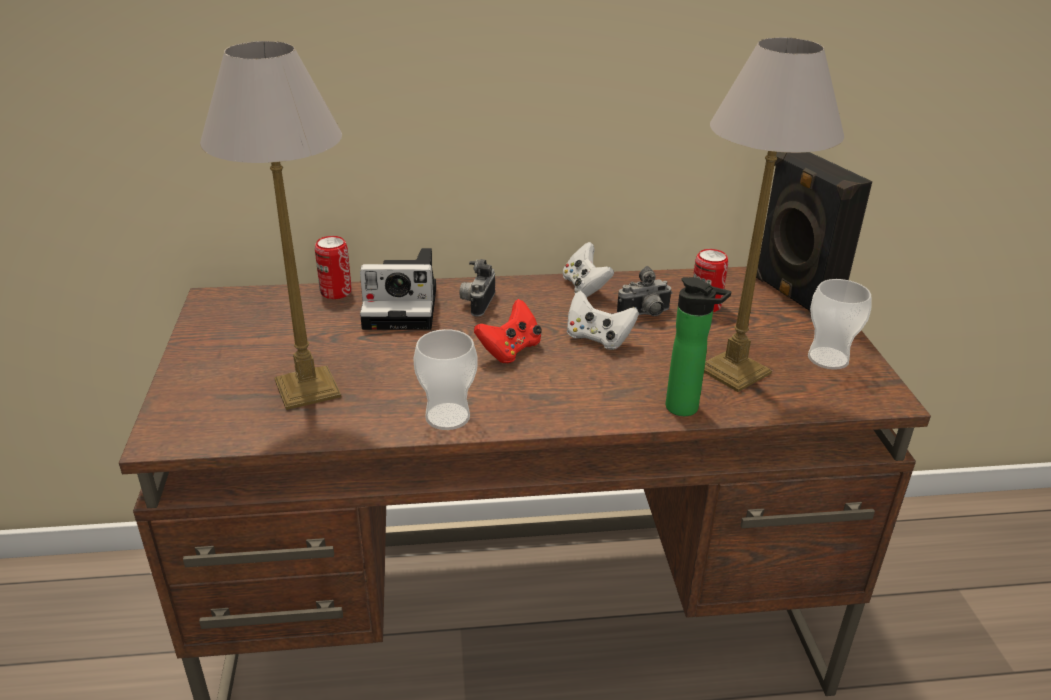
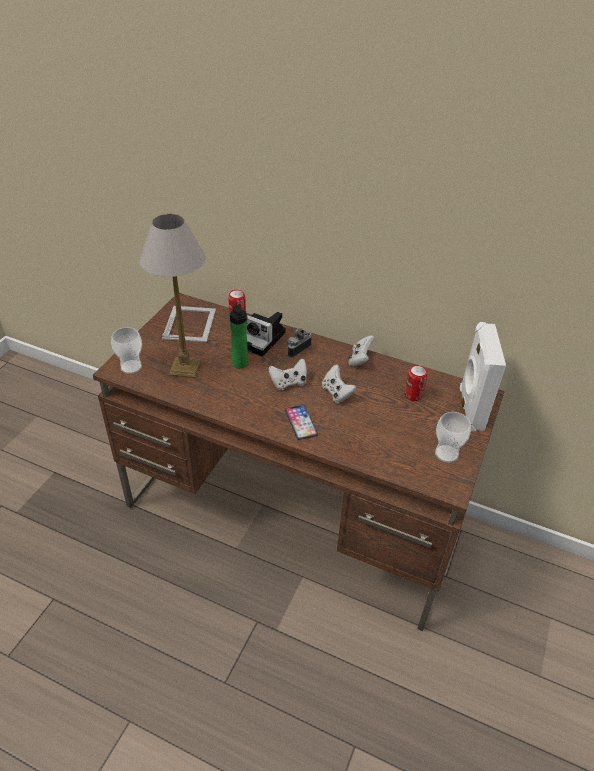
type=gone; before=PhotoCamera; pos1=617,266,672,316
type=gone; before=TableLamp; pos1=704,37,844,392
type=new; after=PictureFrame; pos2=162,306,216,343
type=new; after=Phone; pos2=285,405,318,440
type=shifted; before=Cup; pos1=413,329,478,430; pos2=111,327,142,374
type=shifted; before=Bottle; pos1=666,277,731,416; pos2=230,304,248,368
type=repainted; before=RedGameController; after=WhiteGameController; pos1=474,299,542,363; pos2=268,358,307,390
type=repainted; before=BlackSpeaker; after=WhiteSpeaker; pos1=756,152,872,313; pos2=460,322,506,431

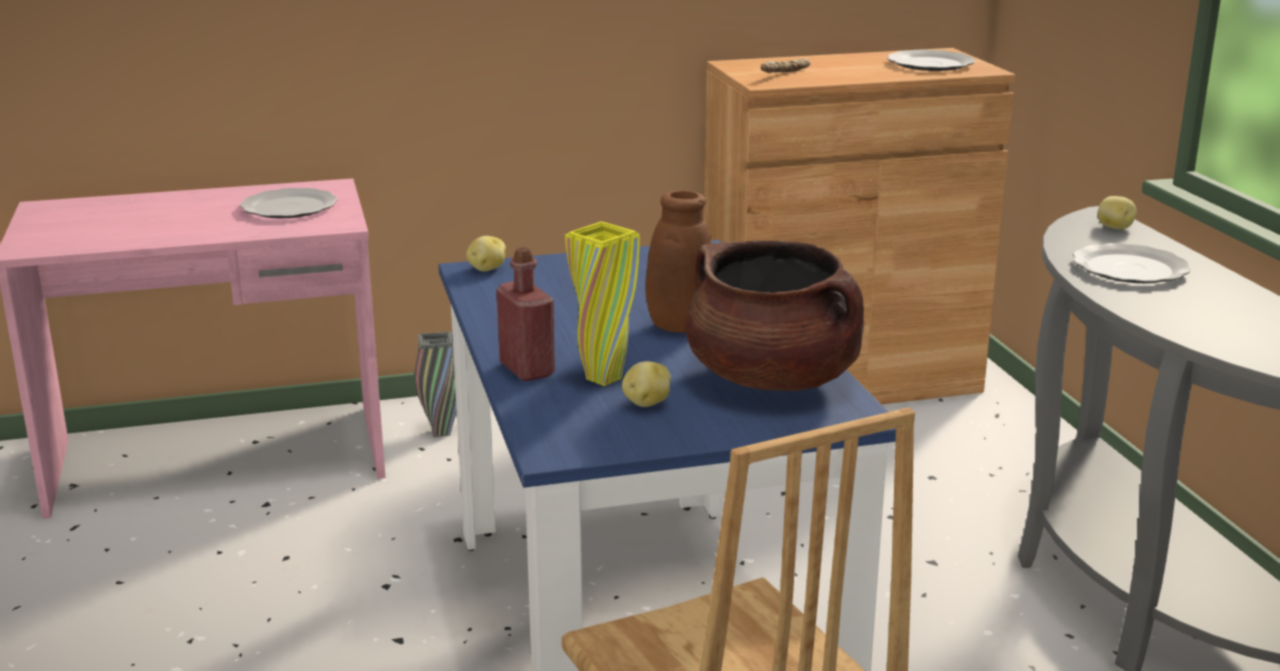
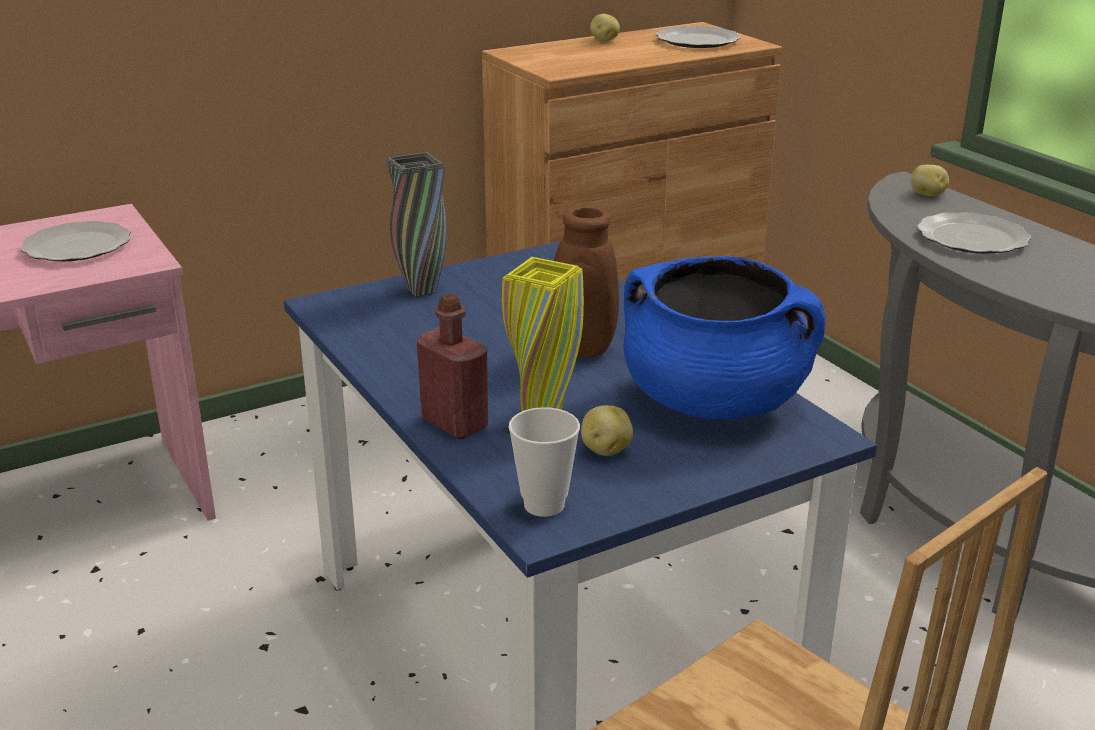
type=gone; before=Bread; pos1=761,58,811,73
type=new; after=Cup; pos2=508,407,580,517
type=shifted; before=GreyVase; pos1=414,332,457,437; pos2=386,152,447,297
type=shifted; before=Potato; pos1=466,236,506,271; pos2=590,14,620,42
type=repainted; before=BrownCookingPot; after=BlueCookingPot; pos1=685,240,864,391; pos2=623,256,826,419

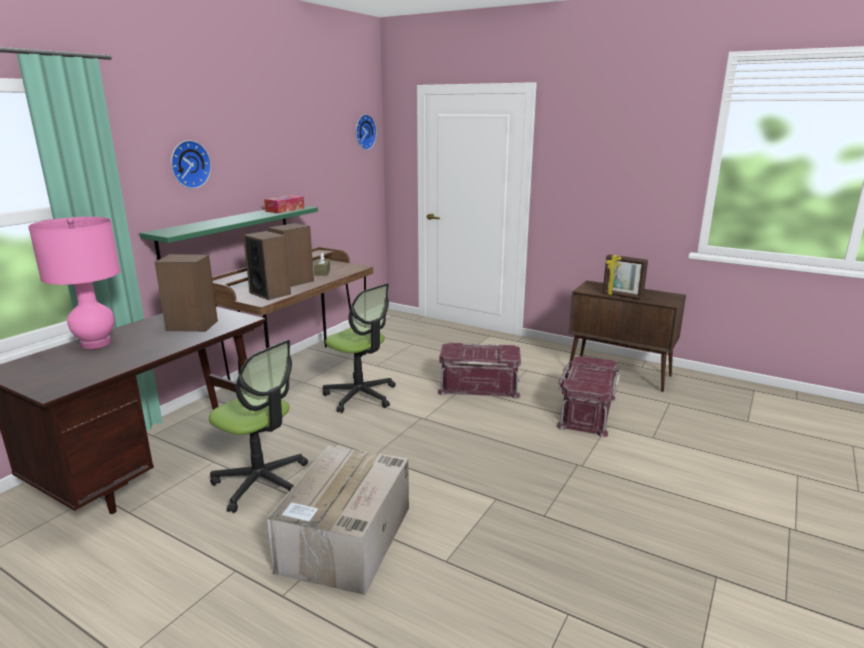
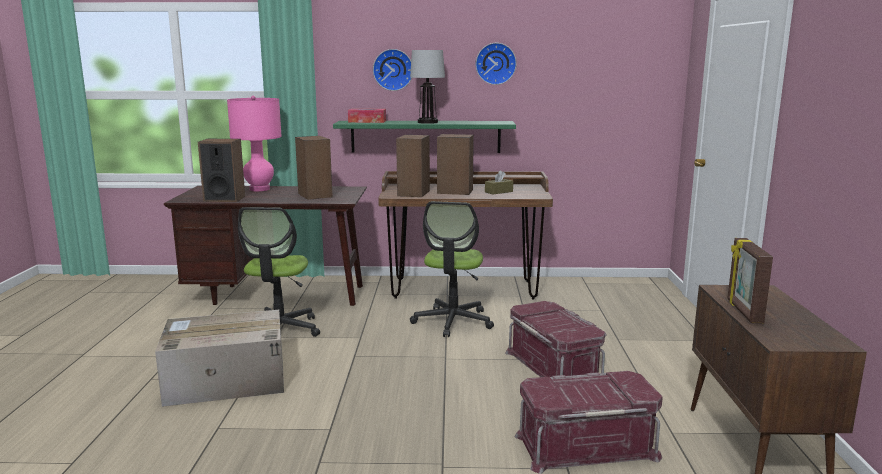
type=new; after=Speaker; pos2=198,139,245,202
type=new; after=TableLamp; pos2=410,50,445,124
type=shifted; before=TissueBox; pos1=264,195,304,213; pos2=348,109,386,123
type=shifted; before=WallClock; pos1=356,114,377,150; pos2=476,43,517,85

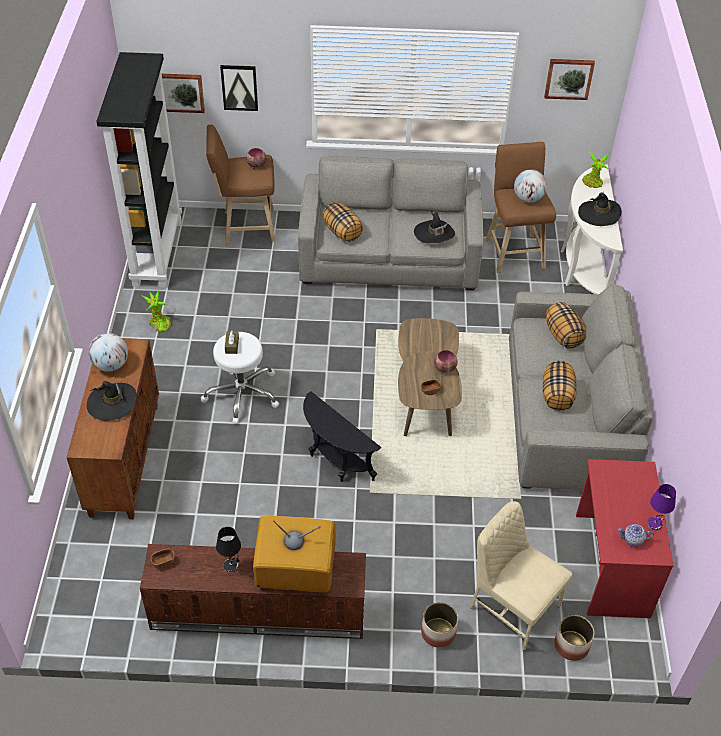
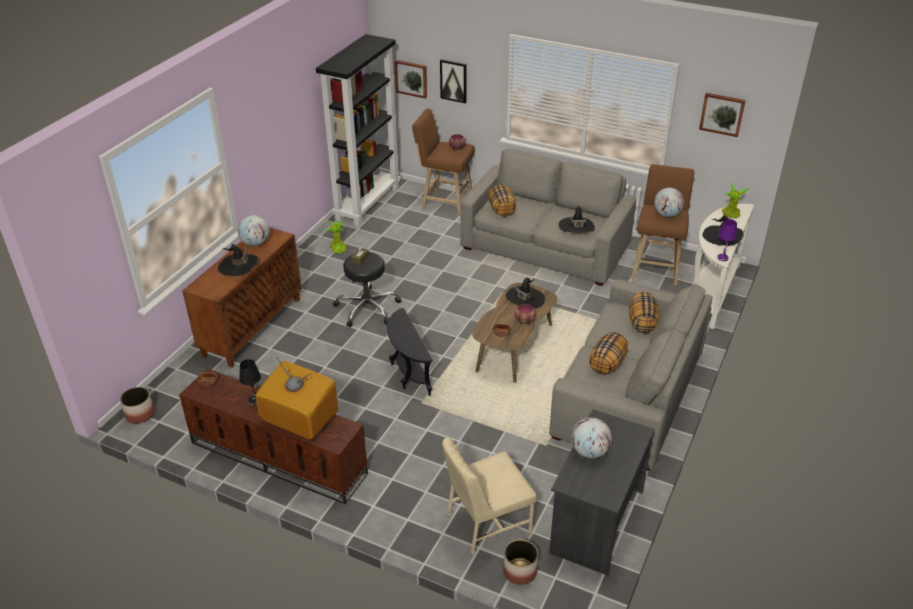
type=gone; before=Teapot; pos1=618,524,654,547
type=new; after=BlackHat; pos2=506,278,545,309
type=new; after=Globe; pos2=571,417,612,458
type=shifted; before=Planter; pos1=421,602,458,648; pos2=120,387,154,424
type=shifted; before=PurpleTableLamp; pos1=647,484,676,530; pos2=717,219,737,261
type=repainted; before=WhiteStool; after=BlackStool; pos1=201,332,279,424; pos2=333,252,401,327
type=repainted; before=RedDesk; after=GreyDesk; pos1=576,459,673,618; pos2=549,409,655,576
type=rotated; before=BeigeChair; pos1=469,501,572,651; pos2=442,437,537,556; turn=-90

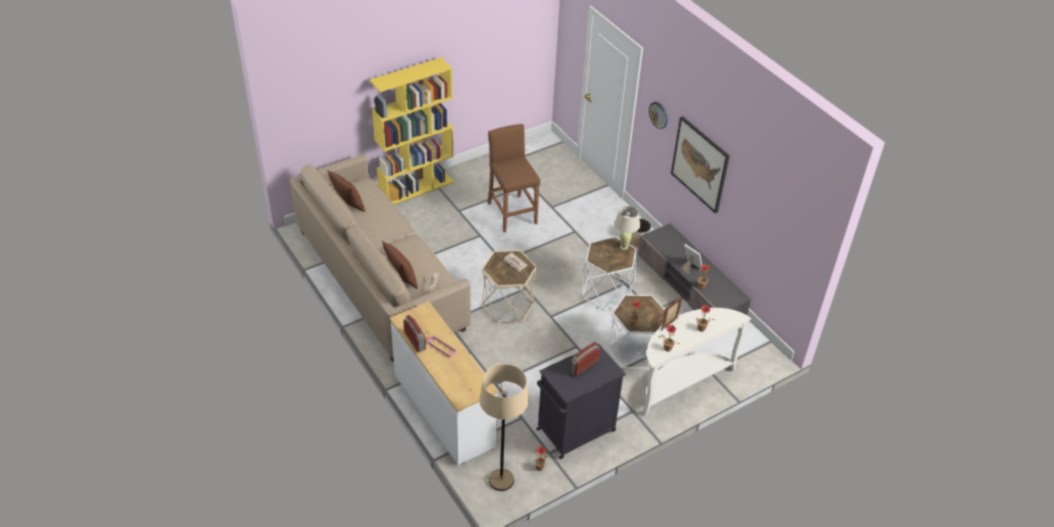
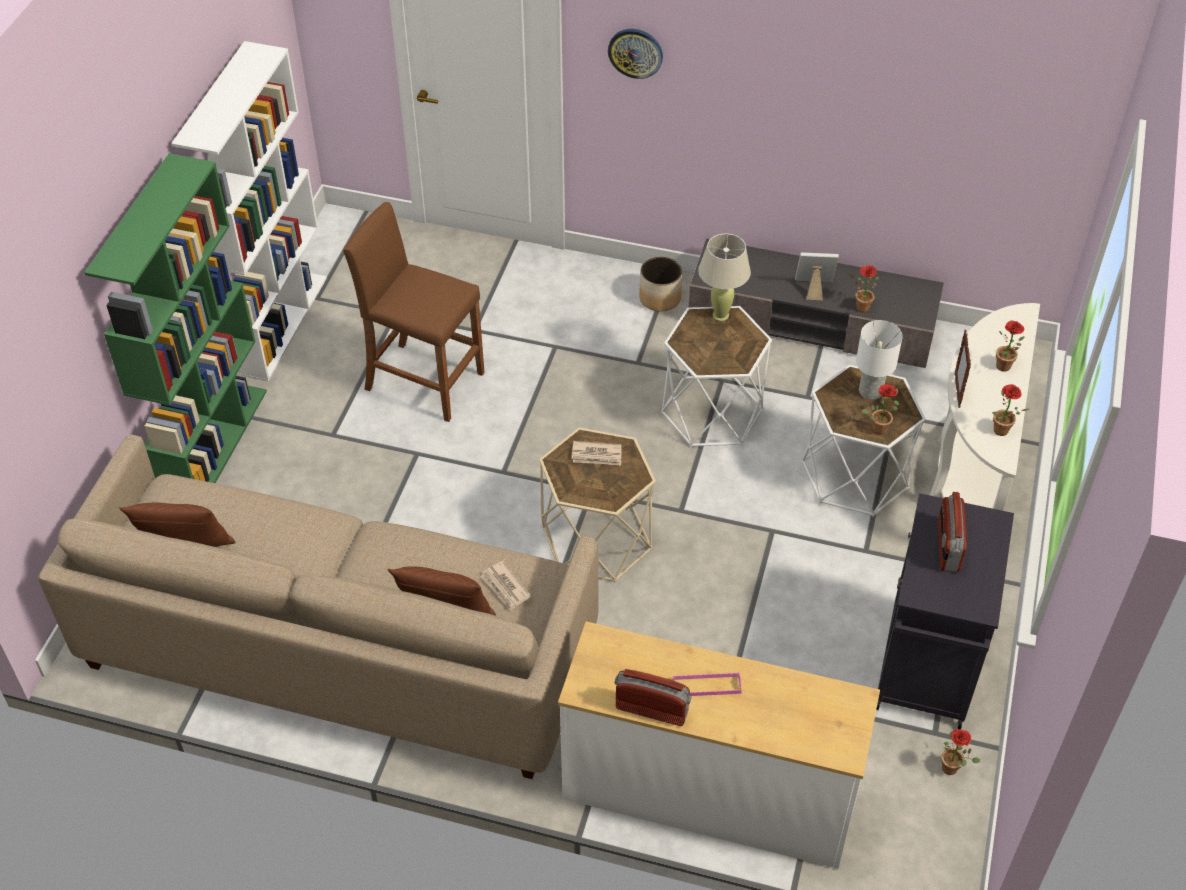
type=gone; before=BeigeFloorLamp; pos1=479,364,529,491
type=gone; before=Picture; pos1=671,116,730,213
type=new; after=WhiteBookcase; pos2=171,41,327,382
type=new; after=WhiteTableLamp; pos2=856,320,903,400
type=repainted; before=YellowBookcase; after=GreenBookcase; pos1=370,57,454,205; pos2=84,153,267,483

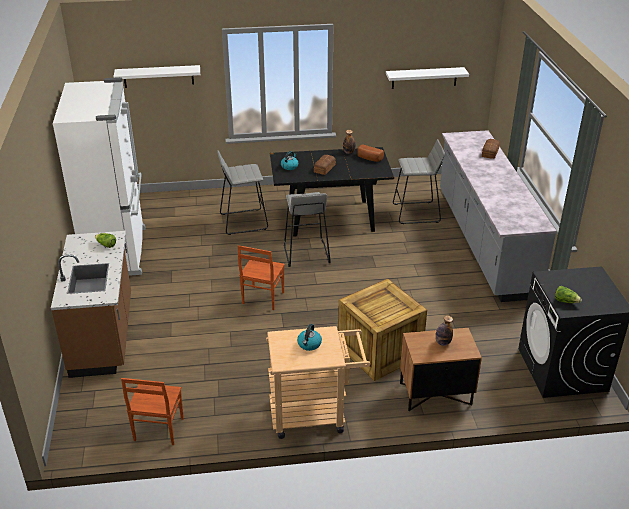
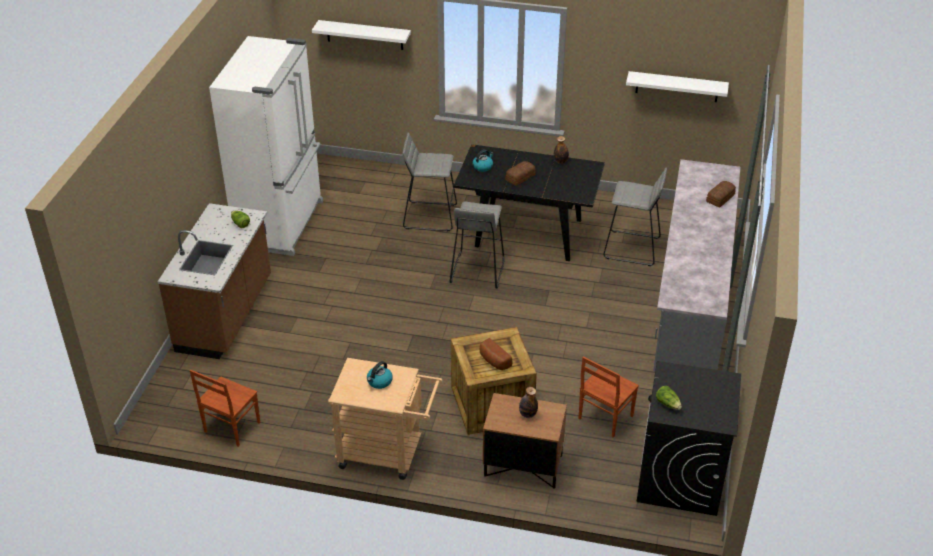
type=shifted; before=BrownChair; pos1=238,245,285,310; pos2=579,356,639,438
type=shifted; before=Bread; pos1=357,144,384,162; pos2=480,338,512,370

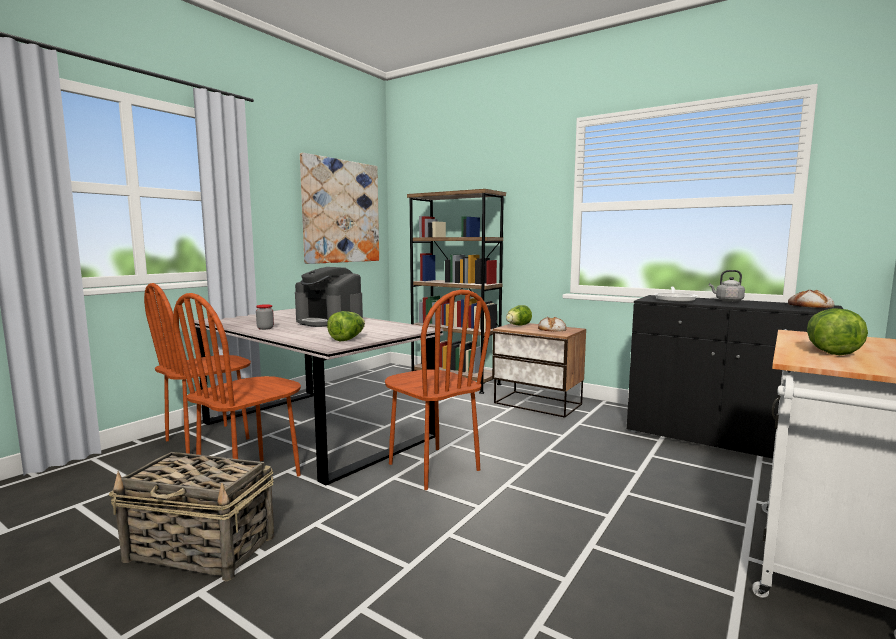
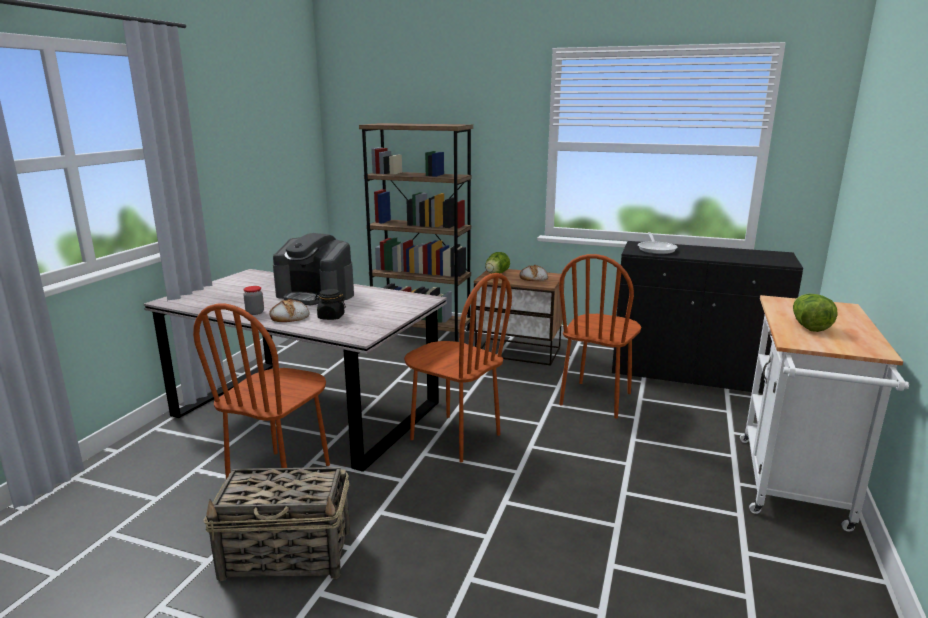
type=gone; before=Picture; pos1=300,153,379,264
type=gone; before=Lettuce; pos1=327,311,365,341
type=gone; before=GreyKettle; pos1=709,270,745,302
type=new; after=BlackJar; pos2=315,289,346,320
type=shifted; before=BrownChair; pos1=144,283,251,454; pos2=559,254,641,419
type=shifted; before=Bread; pos1=788,290,834,308; pos2=269,299,310,322

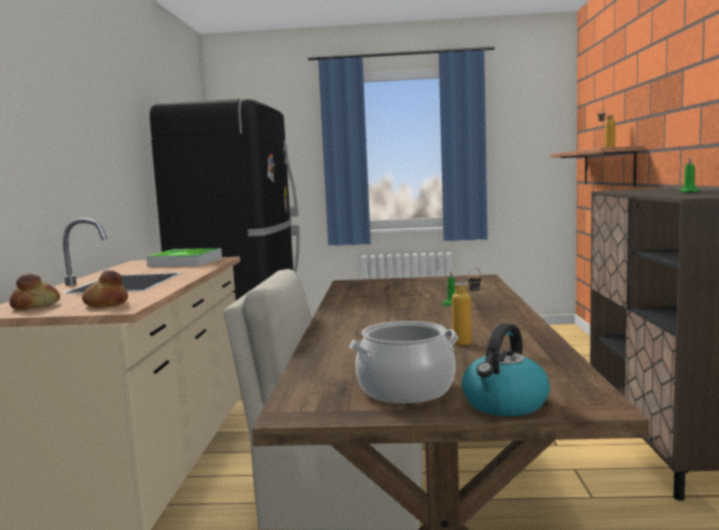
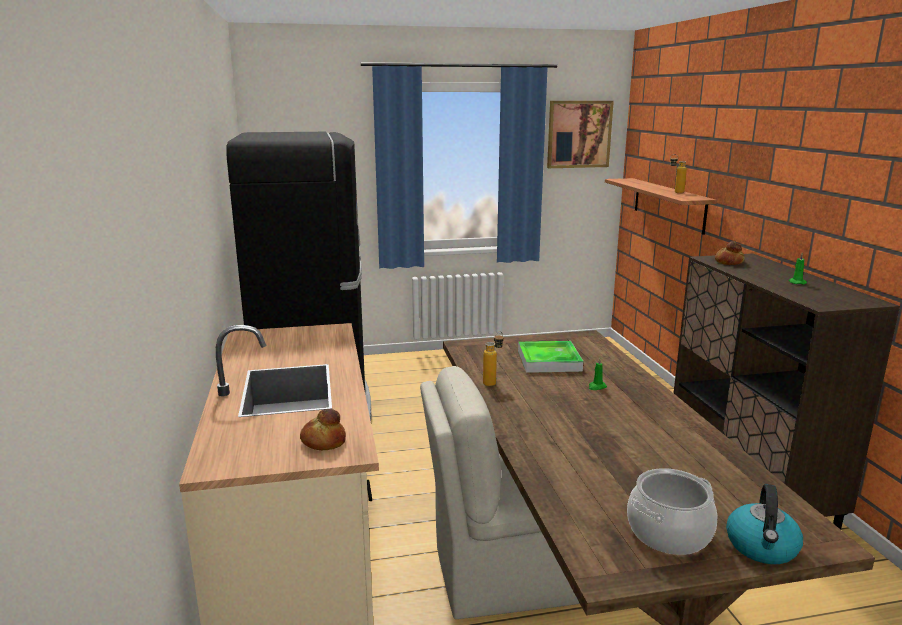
type=new; after=Picture; pos2=547,101,614,168
type=shifted; before=Bread; pos1=9,273,60,310; pos2=715,241,745,265
type=shifted; before=Tray; pos1=146,248,222,267; pos2=518,341,583,373
type=shifted; before=Bottle; pos1=452,268,481,346; pos2=483,331,504,386

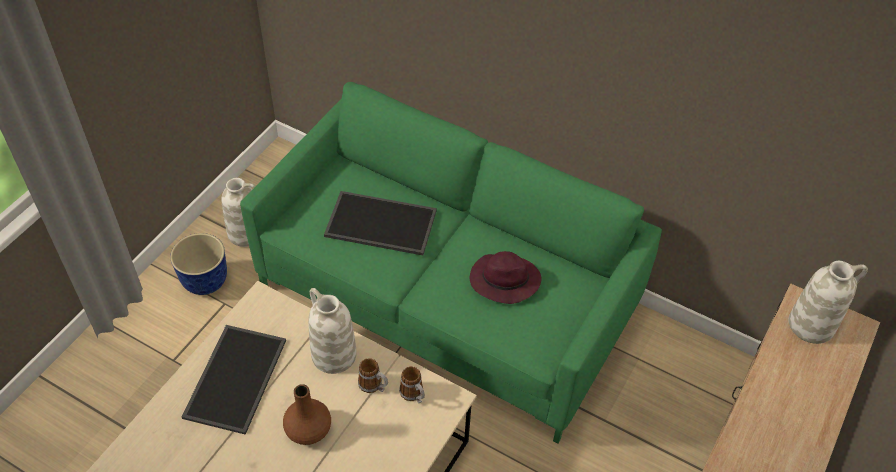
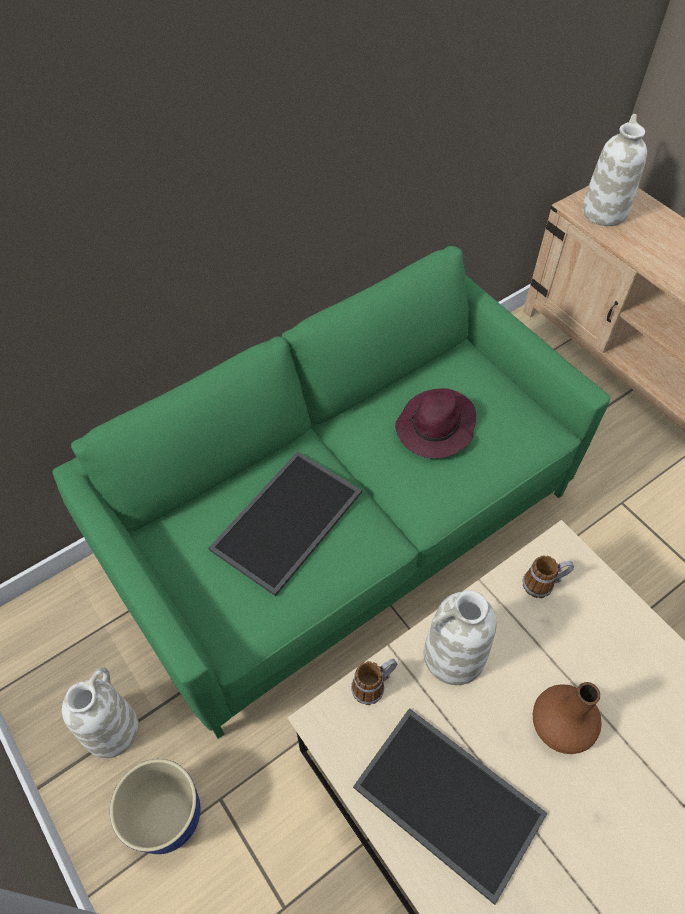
type=shifted; before=Mug; pos1=358,358,388,393; pos2=351,659,397,705

